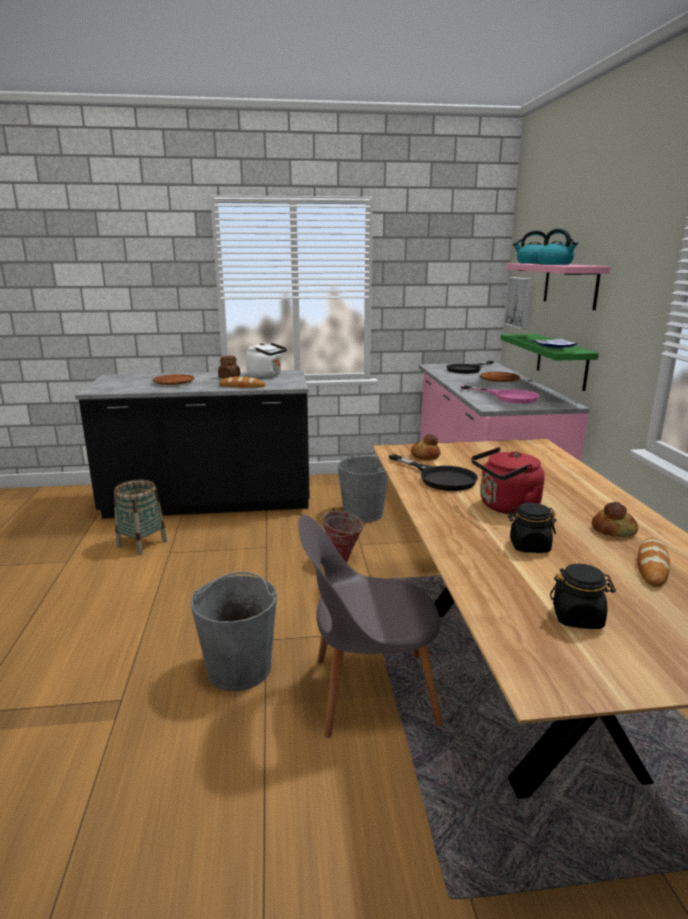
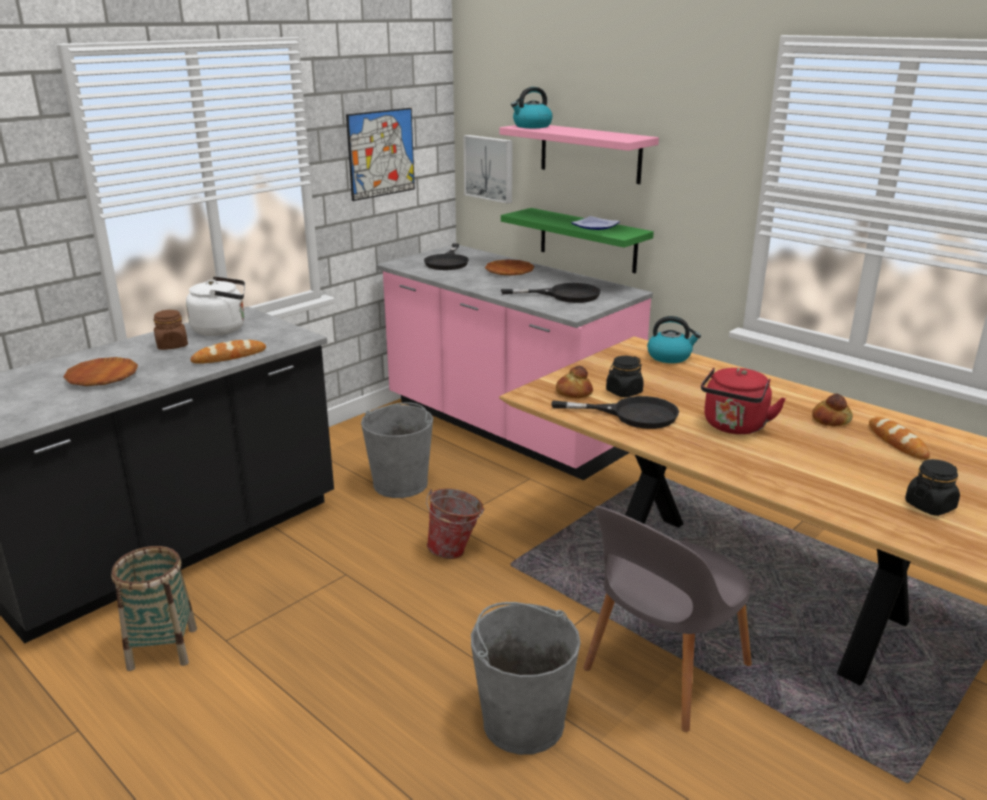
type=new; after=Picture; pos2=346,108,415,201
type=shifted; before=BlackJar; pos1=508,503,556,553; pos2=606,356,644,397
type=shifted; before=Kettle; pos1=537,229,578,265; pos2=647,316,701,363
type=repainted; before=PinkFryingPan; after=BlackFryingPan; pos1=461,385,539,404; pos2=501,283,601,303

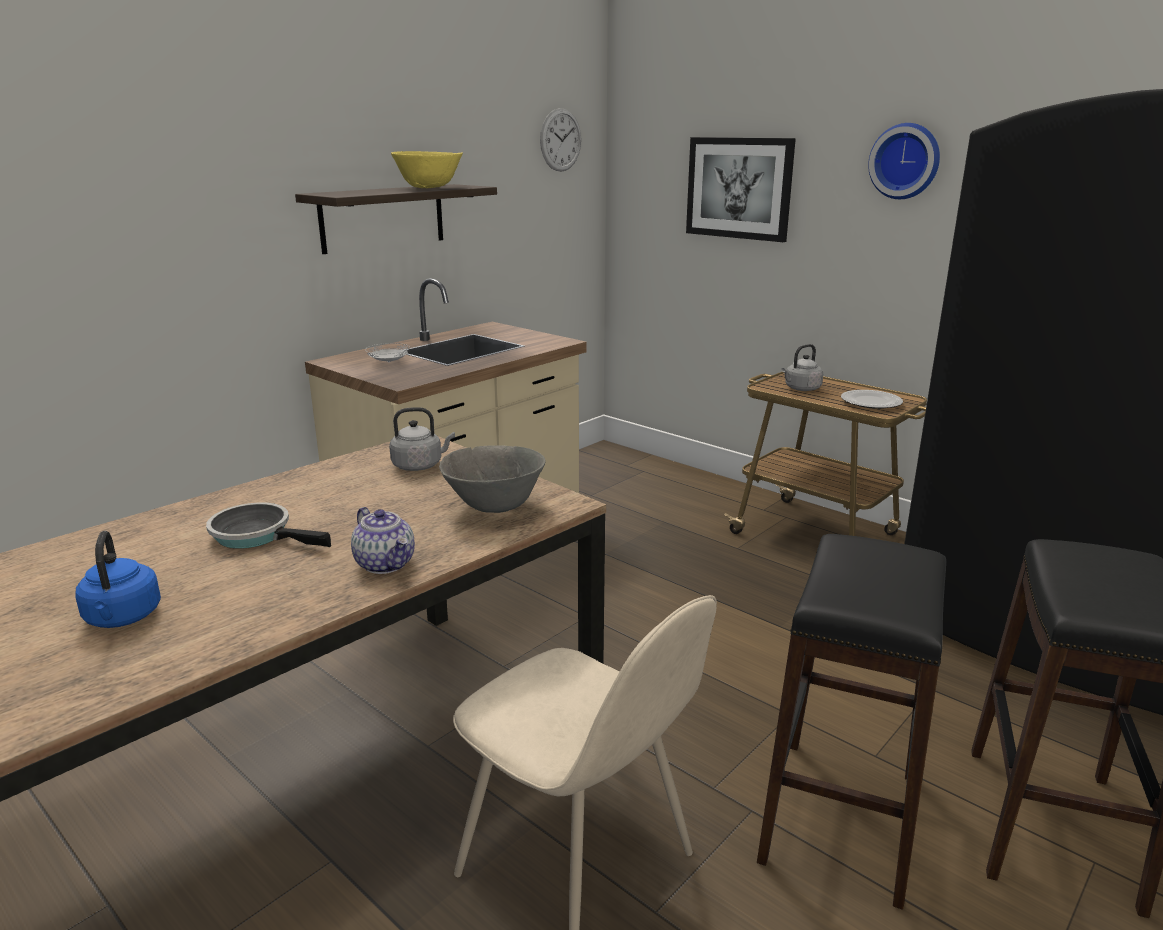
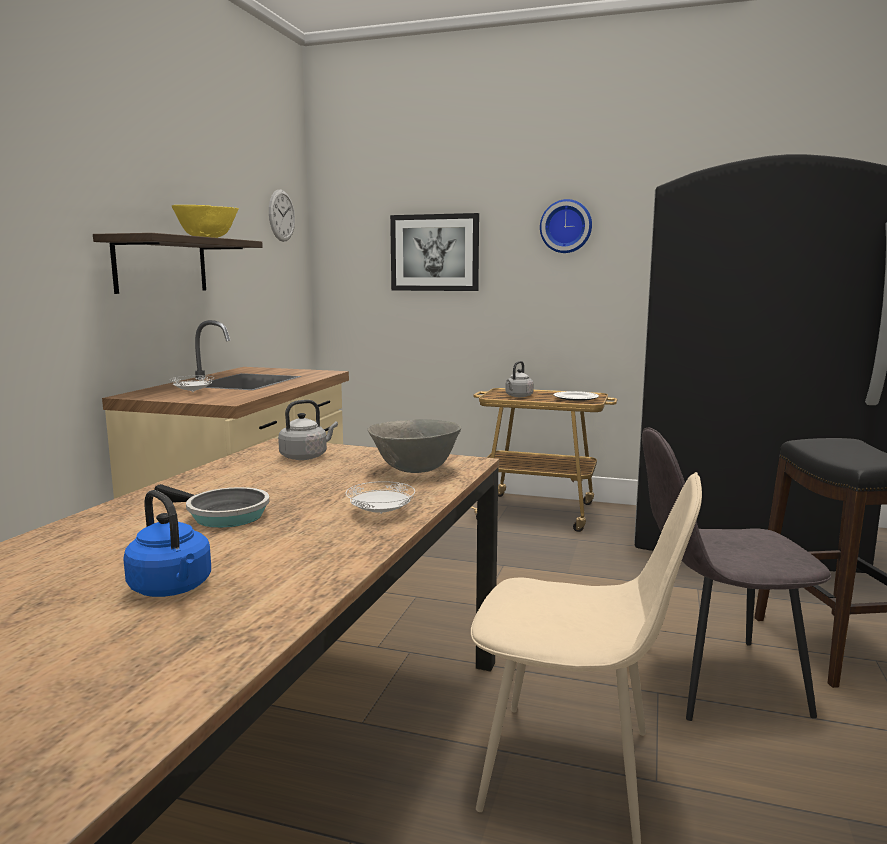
type=swapped; before=Teapot; after=WhitePlate; pos1=351,507,415,574; pos2=346,481,415,514
type=swapped; before=BlackStool; after=GreyChair; pos1=757,534,946,910; pos2=642,428,831,721
type=rotated; before=FryingPan; pos1=206,503,331,549; pos2=154,484,269,528; turn=-150

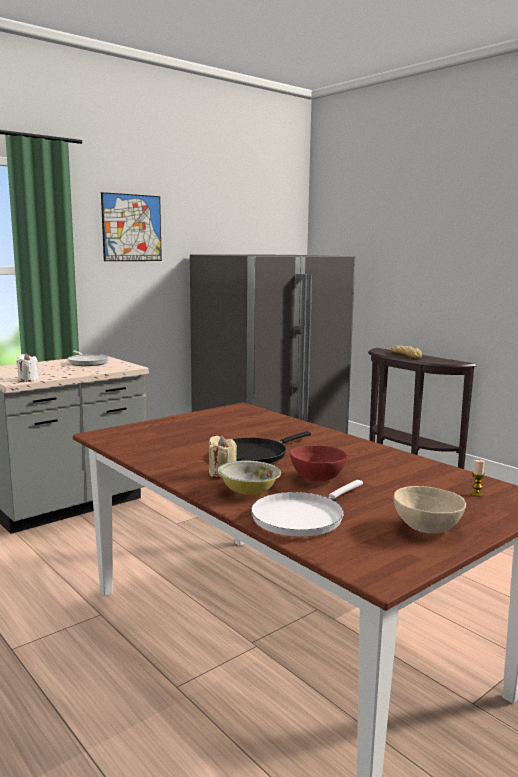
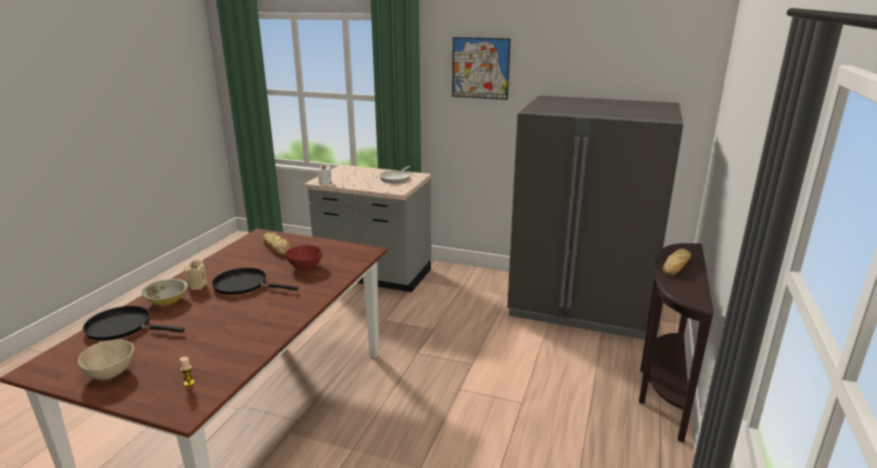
type=new; after=Bread; pos2=263,232,291,256
type=shifted; before=RedBowl; pos1=290,445,347,482; pos2=285,245,322,270
type=repainted; before=WhiteFryingPan; after=BlackFryingPan; pos1=251,480,363,537; pos2=82,306,185,341

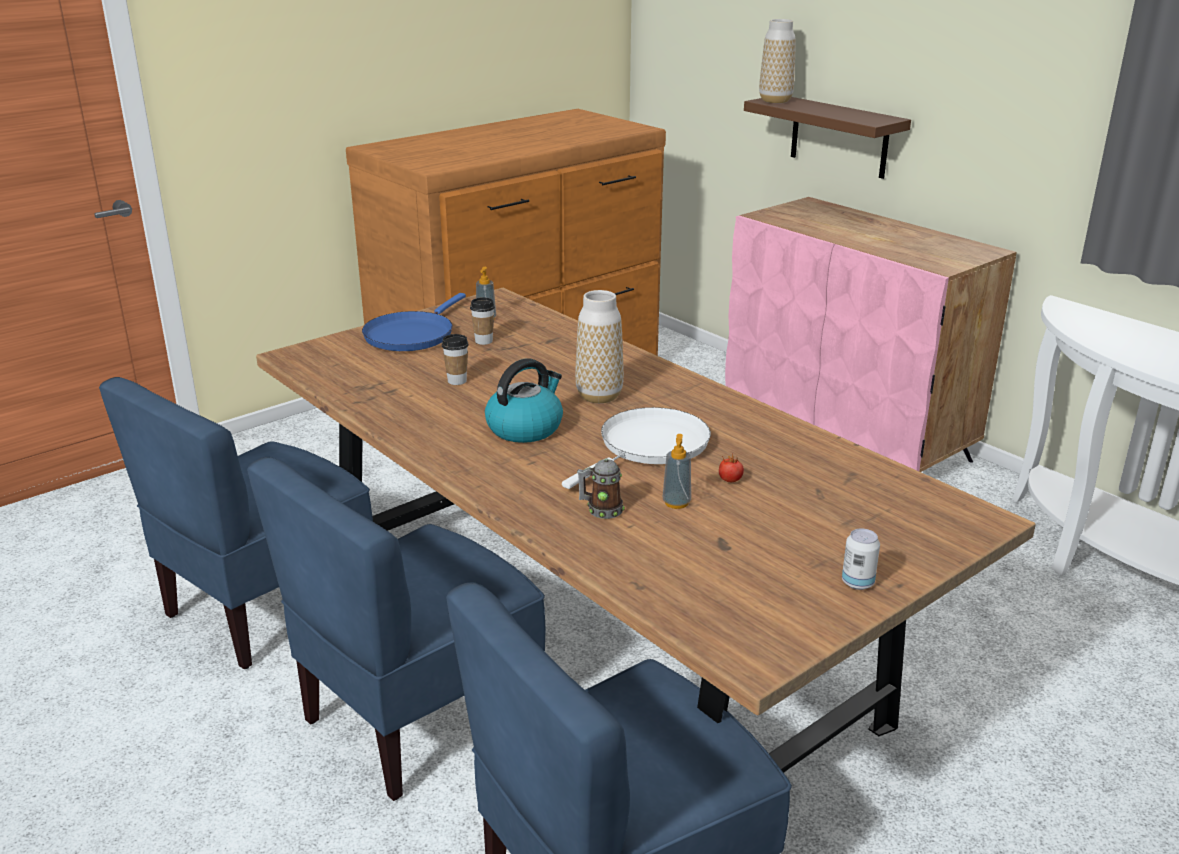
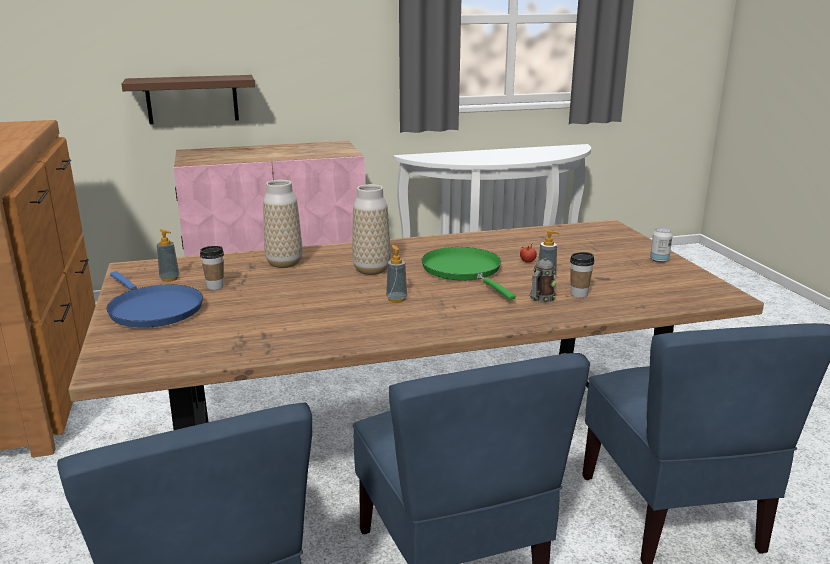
type=shifted; before=Cup; pos1=442,334,469,385; pos2=570,252,594,298
type=shifted; before=Vase; pos1=759,19,796,103; pos2=263,180,302,268
type=swapped; before=Kettle; after=SoapDispenser; pos1=485,358,563,443; pos2=386,245,407,303
type=repainted; before=WhiteFryingPan; after=GreenFryingPan; pos1=562,407,711,489; pos2=422,247,516,300

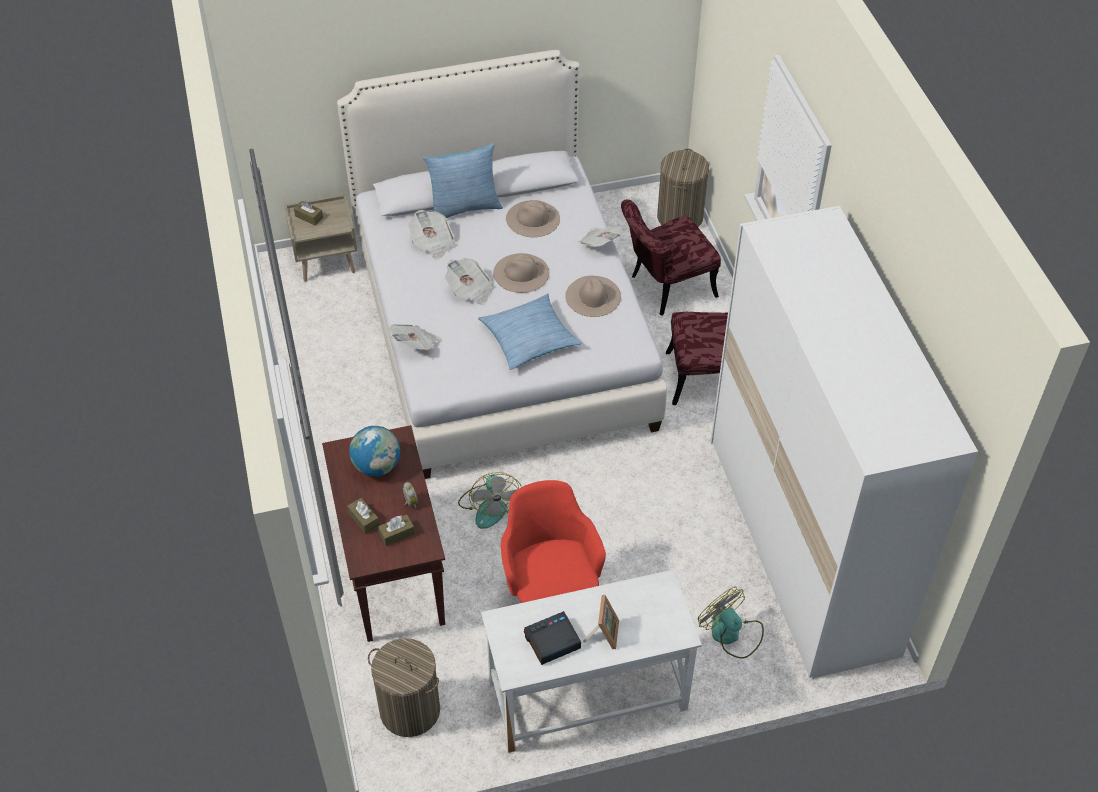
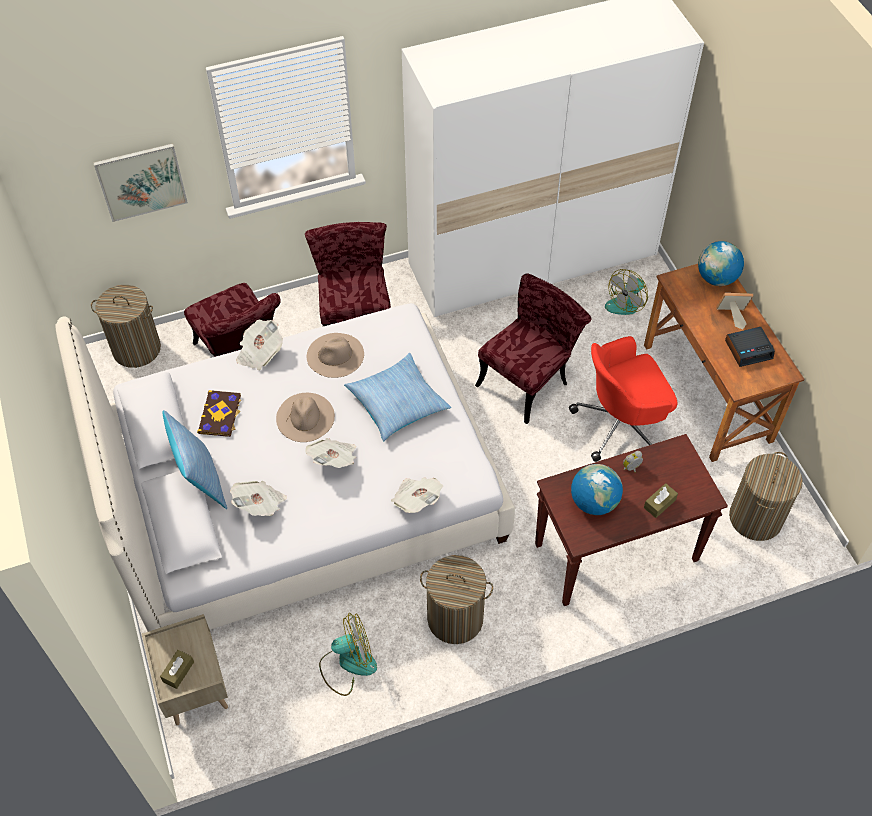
type=gone; before=BrownTissueBox; pos1=378,514,415,546
type=new; after=Picture; pos2=93,143,188,222
type=new; after=LaundryBasket; pos2=420,555,493,644
type=new; after=RedChair; pos2=475,274,592,424
type=new; after=Globe; pos2=698,241,744,286
type=shifted; before=Fan; pos1=458,472,521,529; pos2=319,612,377,696
type=swapped; before=BeigeHat; after=Book; pos1=506,200,560,237; pos2=197,390,241,437
type=repainted; before=WhiteDesk; after=BrownDesk; pos1=481,569,702,753; pos2=644,264,805,462
type=rotated; before=AlarmClock; pos1=524,611,581,665; pos2=725,327,775,367; turn=-75

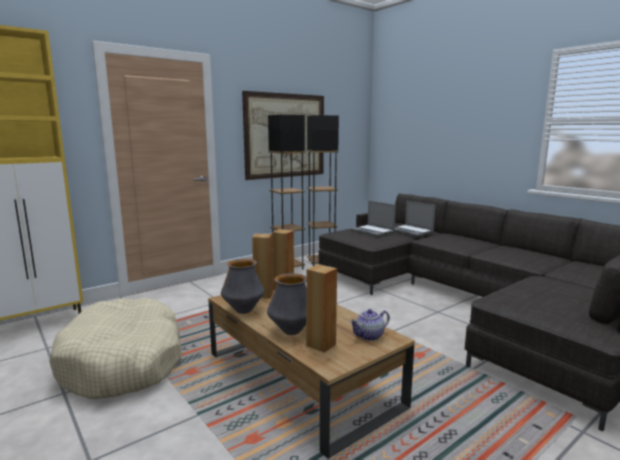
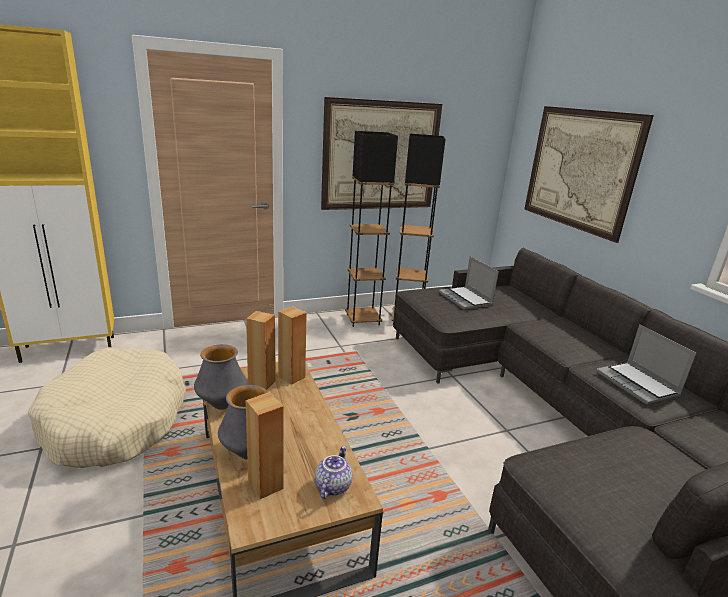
type=new; after=Picture; pos2=524,106,654,243
type=shifted; before=Laptop; pos1=395,201,436,237; pos2=596,324,697,404
type=rotated; before=Teapot; pos1=349,309,390,341; pos2=315,446,352,499; turn=120

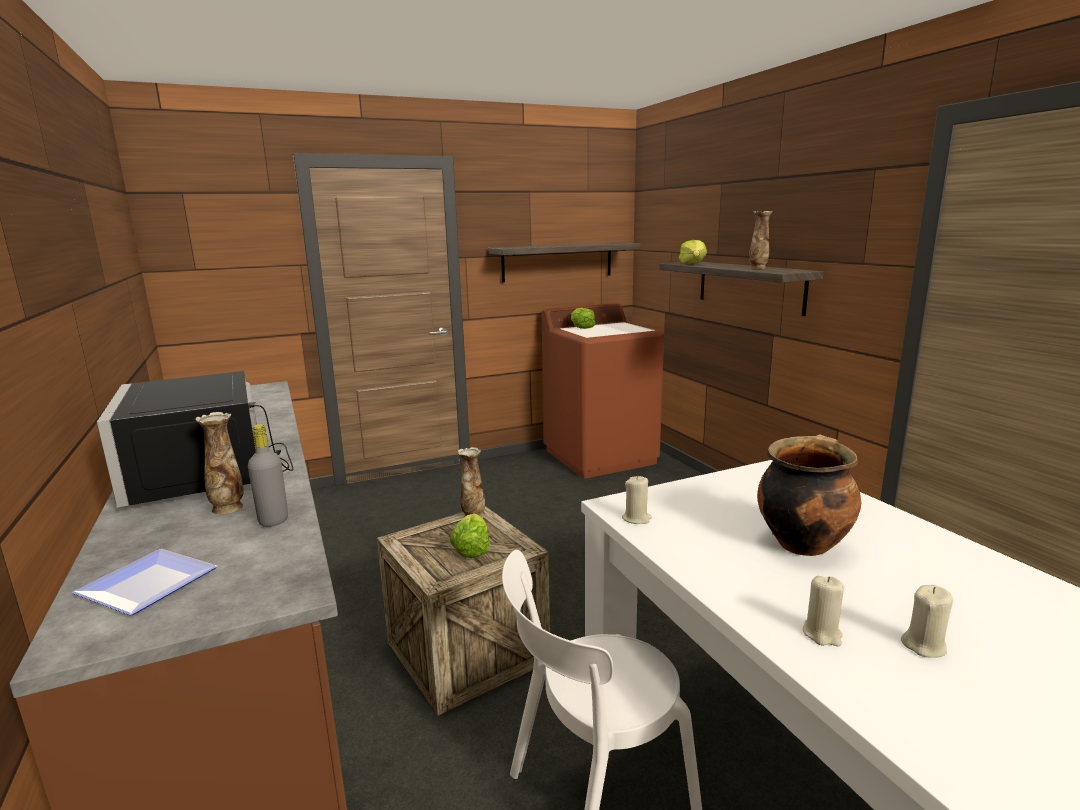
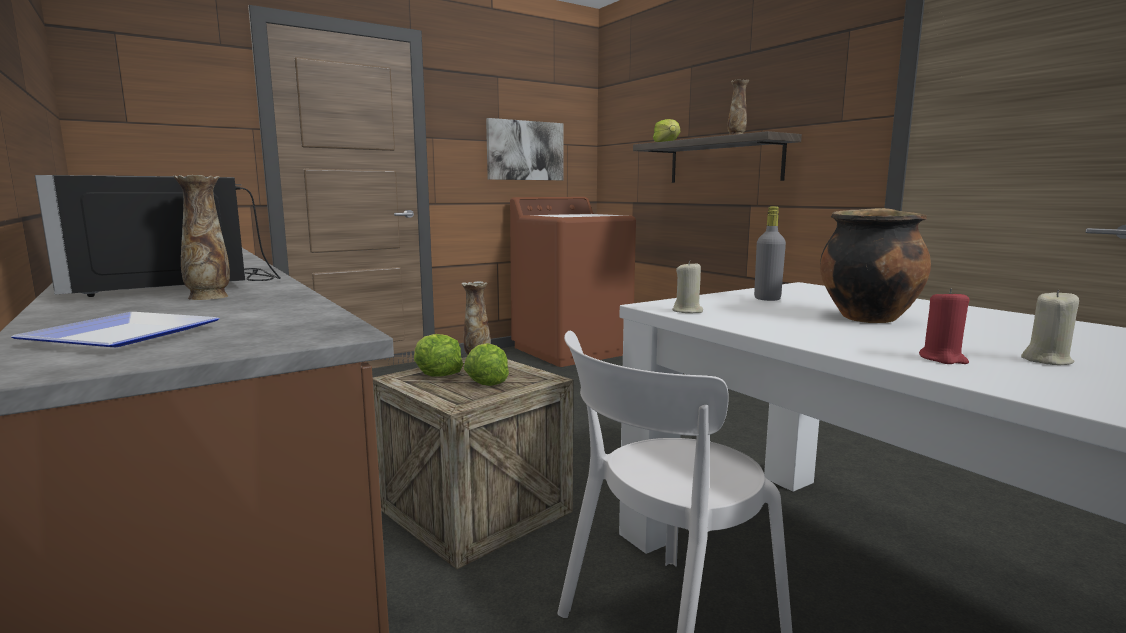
type=shifted; before=GreyBottle; pos1=248,424,288,527; pos2=754,206,786,301
type=shifted; before=Lettuce; pos1=571,308,595,329; pos2=414,334,463,376
type=swapped; before=Shelf; after=Picture; pos1=489,242,641,282; pos2=486,118,564,180
type=repainted; before=BeigeCandle; after=RedCandle; pos1=803,576,844,646; pos2=919,289,969,364

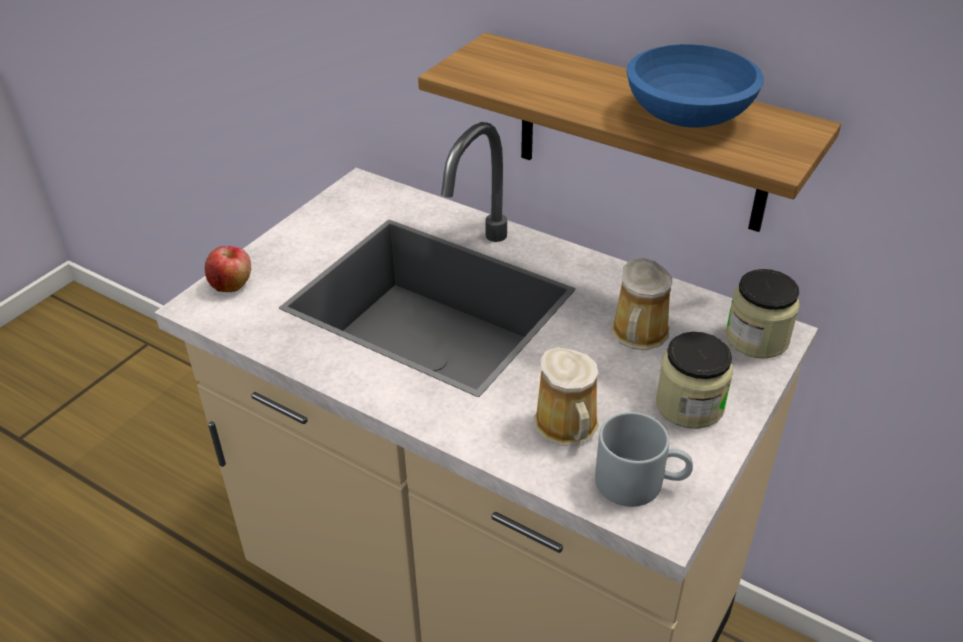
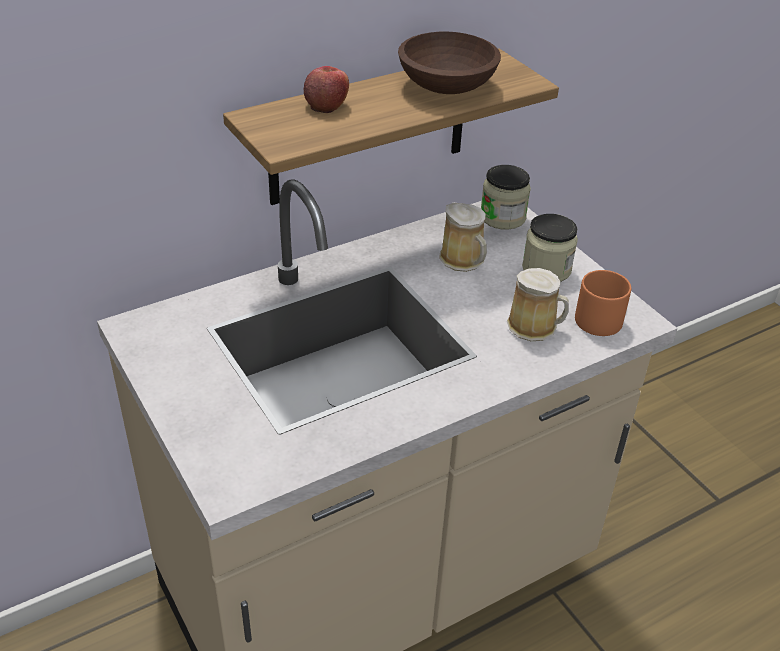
type=shifted; before=Apple; pos1=205,246,251,292; pos2=304,66,349,113
type=repainted; before=GreyMug; after=OrangeMug; pos1=595,412,693,507; pos2=575,270,631,336
type=repainted; before=BlueBowl; after=BrownBowl; pos1=627,44,764,128; pos2=398,32,501,94

